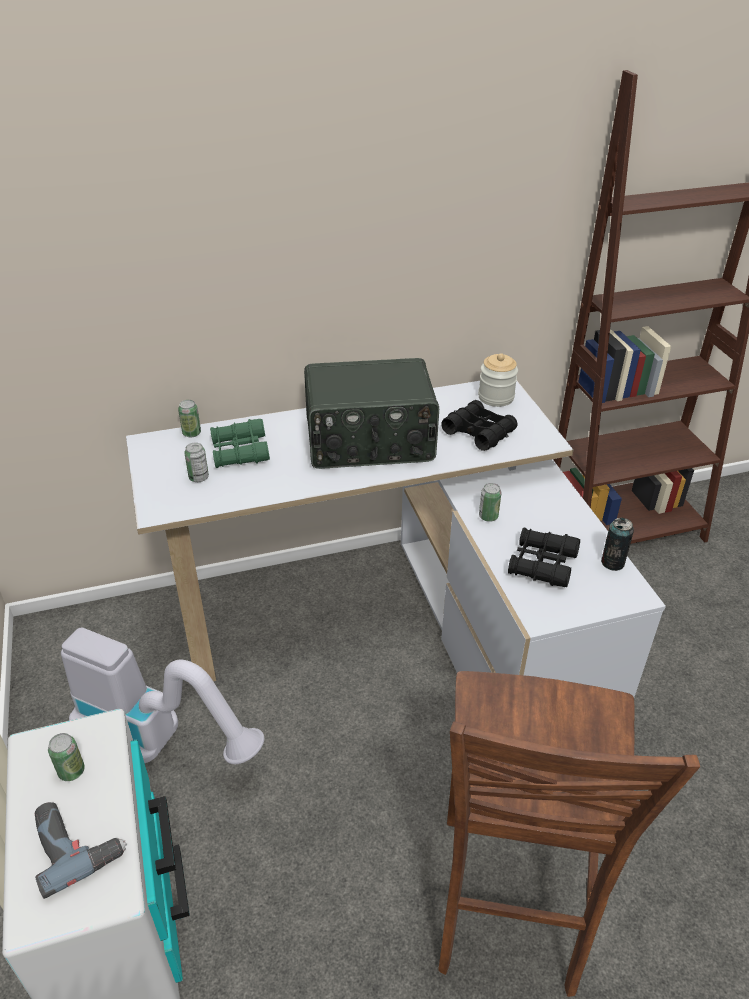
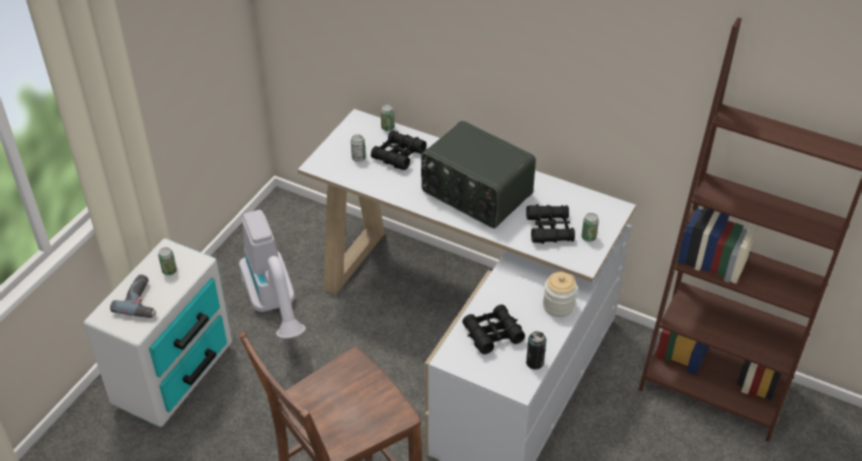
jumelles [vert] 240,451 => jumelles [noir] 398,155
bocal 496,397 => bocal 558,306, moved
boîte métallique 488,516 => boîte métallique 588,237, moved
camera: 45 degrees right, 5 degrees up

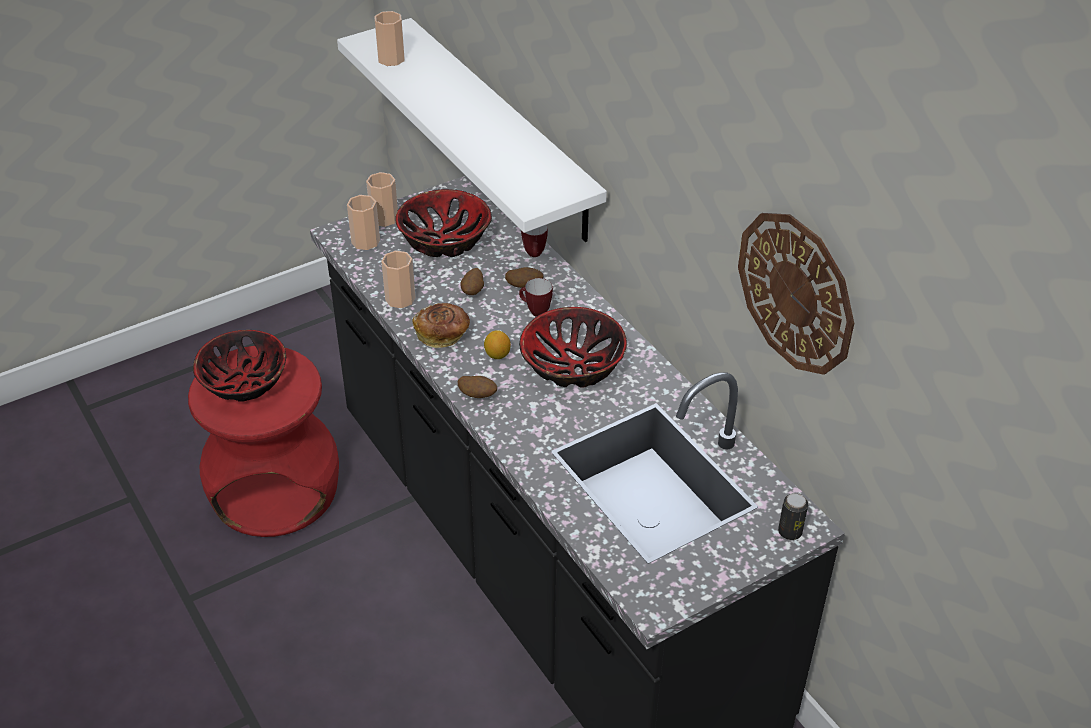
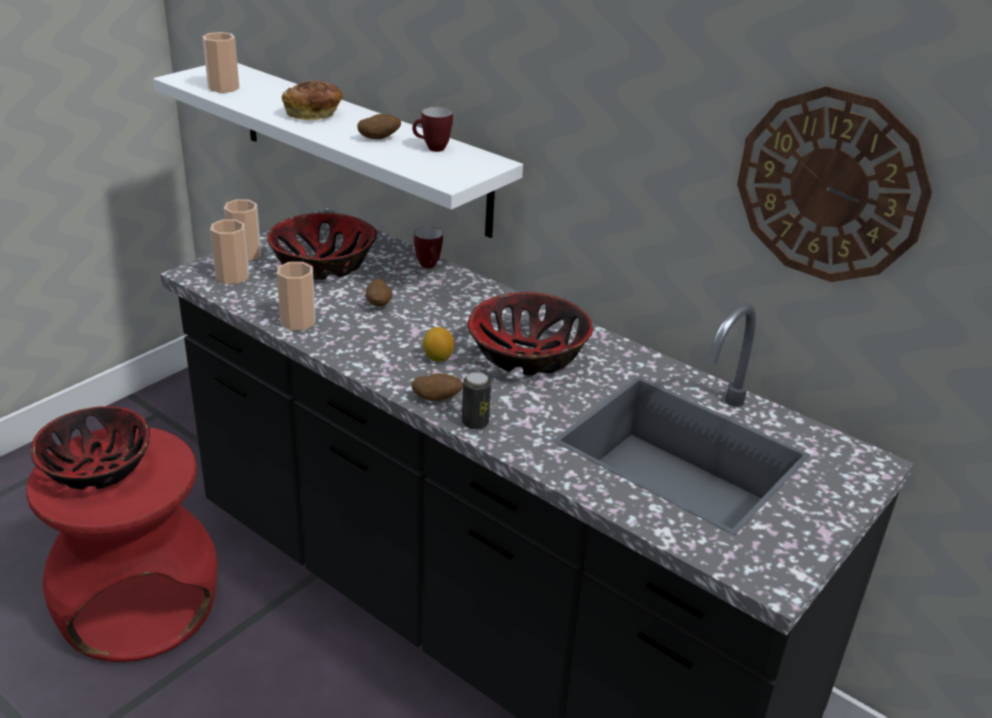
pain 443,335 => pain 314,114, moved
pomme de terre 524,286 => pomme de terre 379,139, moved
mug 534,311 => mug 431,148, moved
boîte métallique 790,532 => boîte métallique 475,422, moved
camera: 20 degrees left, 10 degrees down

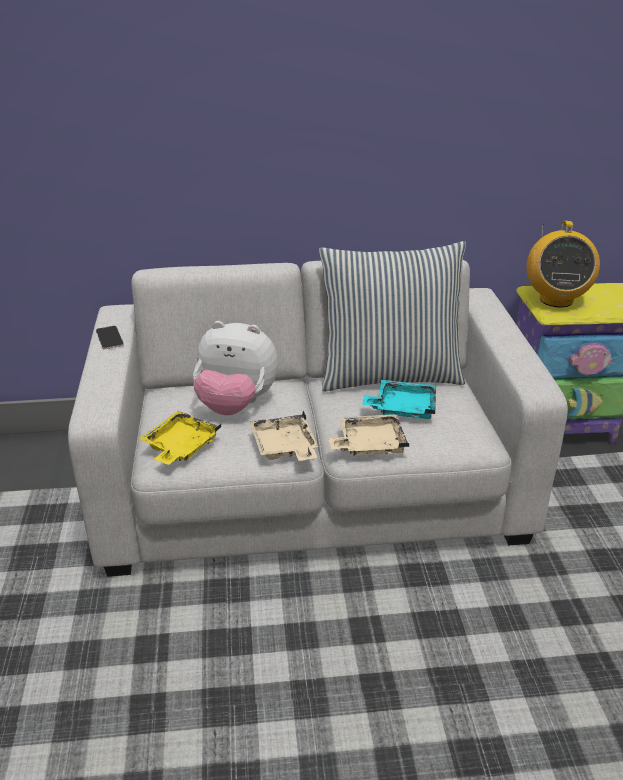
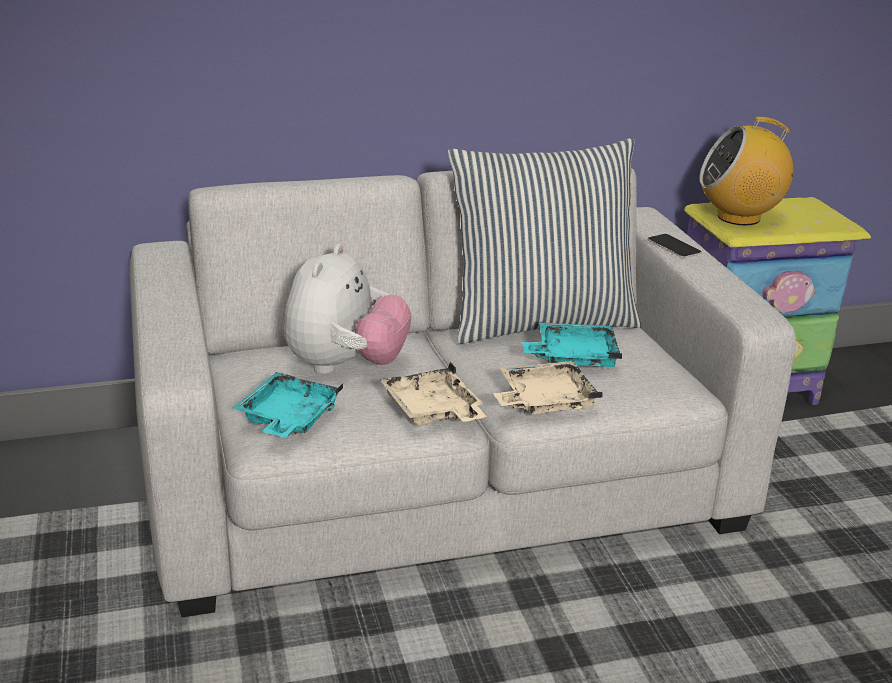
plateau [jaune] 180,447 => plateau [turquoise] 288,419
peluche 236,405 => peluche 345,366, 75 degrees counterclockwise
téléphone 109,338 => téléphone 674,247, moved
radio 556,299 => radio 739,217, 90 degrees clockwise
camera: 10 degrees left, 5 degrees down

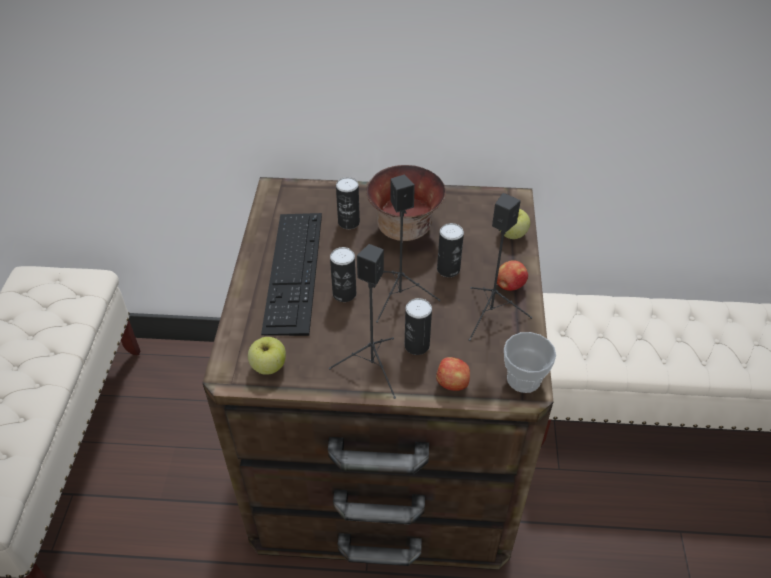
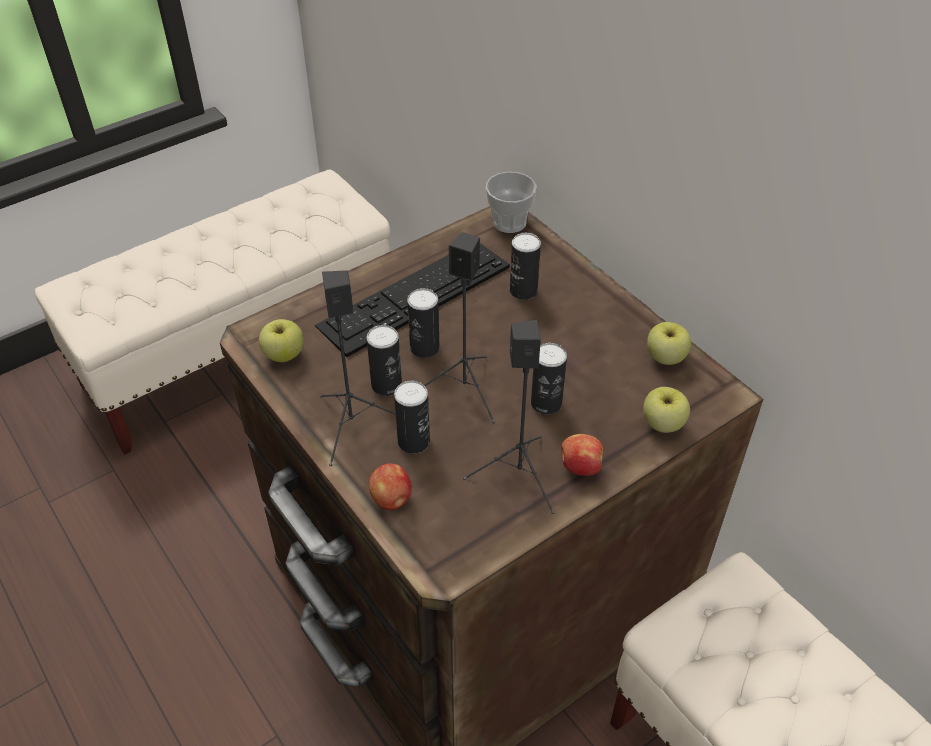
nothing => boîte métallique 386,385
tasse 523,379 => tasse 509,222, moved
nothing => pomme 665,357
bol 404,227 => nothing
camera: 50 degrees right, 0 degrees up

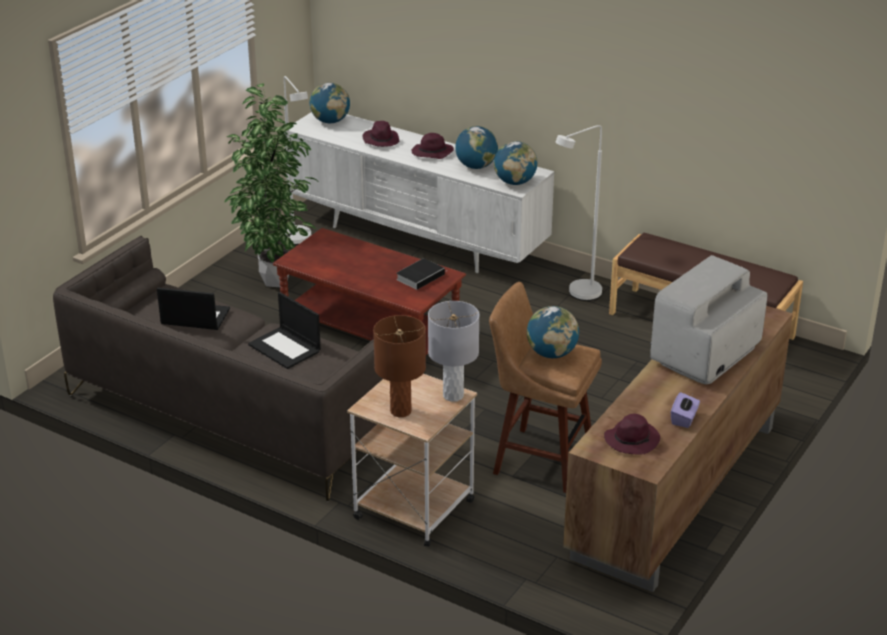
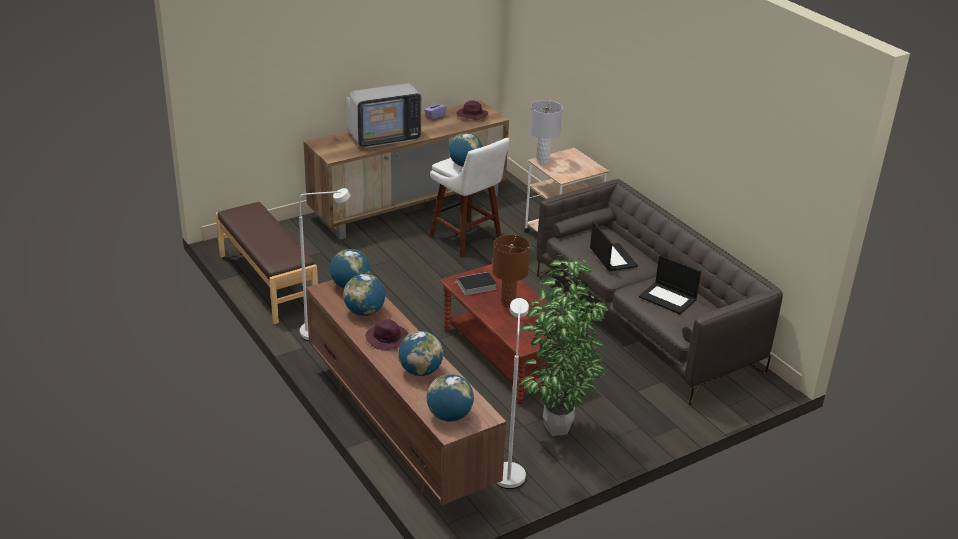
meuble de rangement [blanc] 418,240 => meuble de rangement [marron] 397,432
chapeau [violet] 381,140 => globe 420,371
tabouret [marron] 539,459 => tabouret [blanc] 467,240
lampe de table [marron] 400,411 => lampe de table [marron] 508,303, moved
camera: 155 degrees left, 0 degrees up

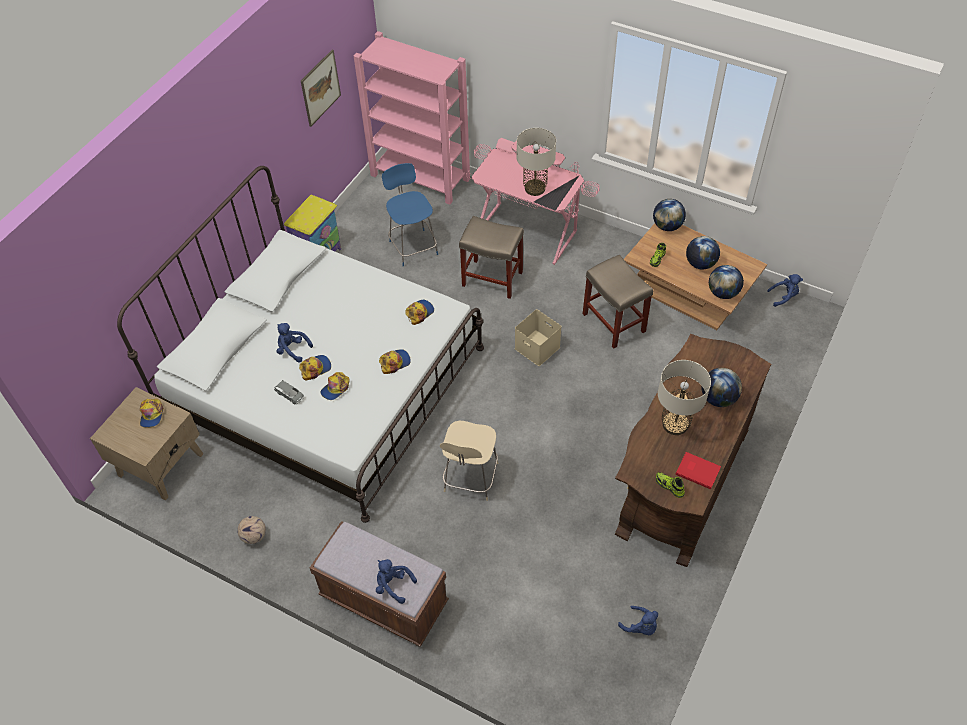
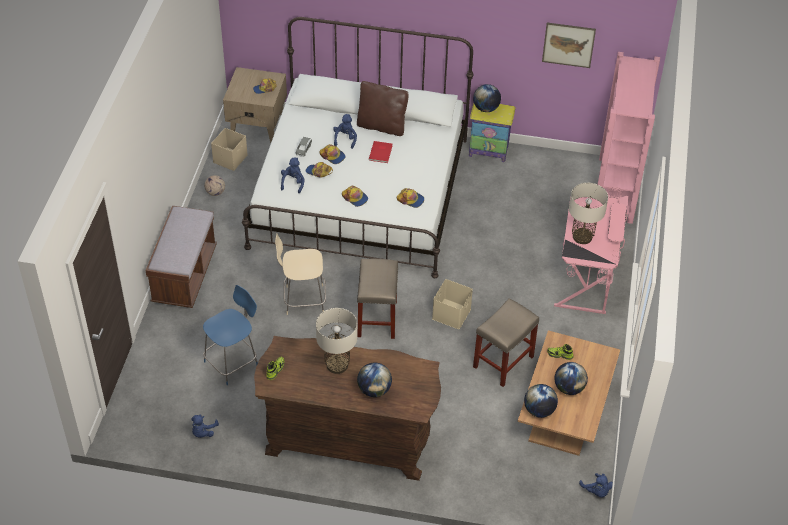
chaise [bleu] 413,246 => chaise [bleu] 232,362, moved
nothing => boîte de rangement [beige] 230,159
peluche [bleu] 393,585 => peluche [bleu] 293,183, moved
nothing => coussin [marron] 381,126
tabouret [beige] 491,279 => tabouret [beige] 377,318, moved
livre [rouge] 697,470 => livre [rouge] 381,152, moved
globe 667,226 => globe 486,108, moved
camera: 70 degrees right, 5 degrees down

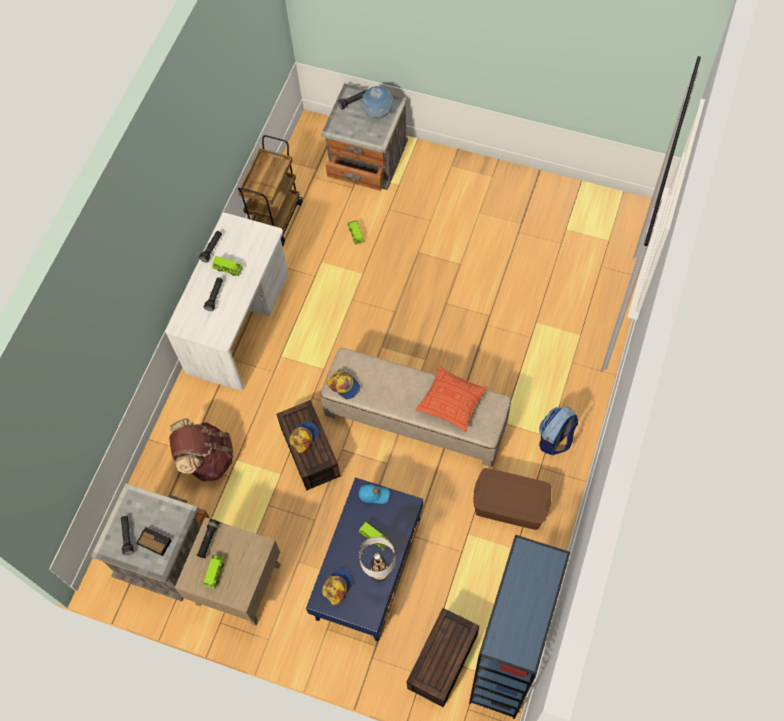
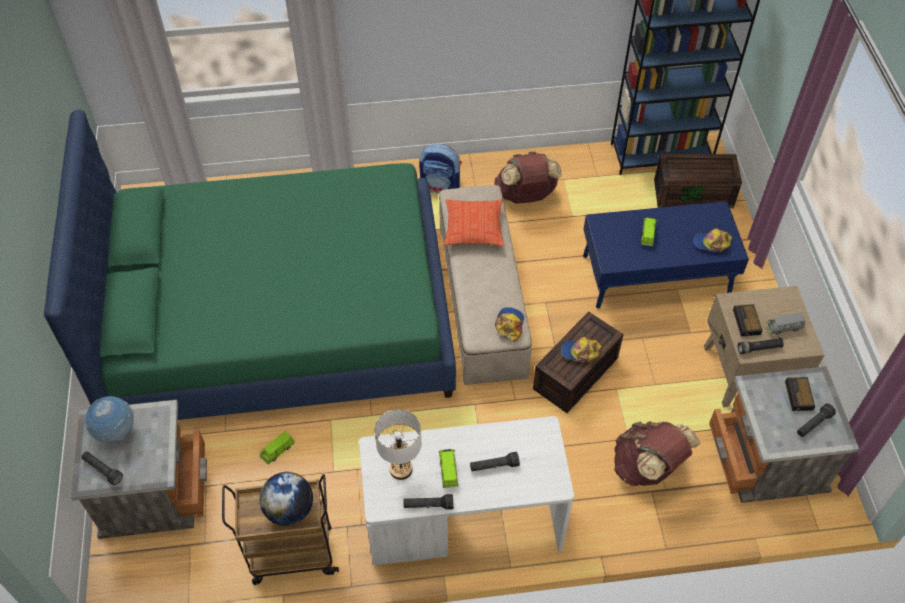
nothing => lit [vert] 279,319
nothing => globe 289,509
lampe de table 379,572 => lampe de table 401,469, moved
boîte de rangement [marron] 510,505 => sac à dos [marron] 525,196
nothing => réveil 746,322
petite voiture [vert] 215,572 => petite voiture [gris] 783,327
casquette [bleu] 374,495 => nothing
camera: 120 degrees left, 10 degrees down

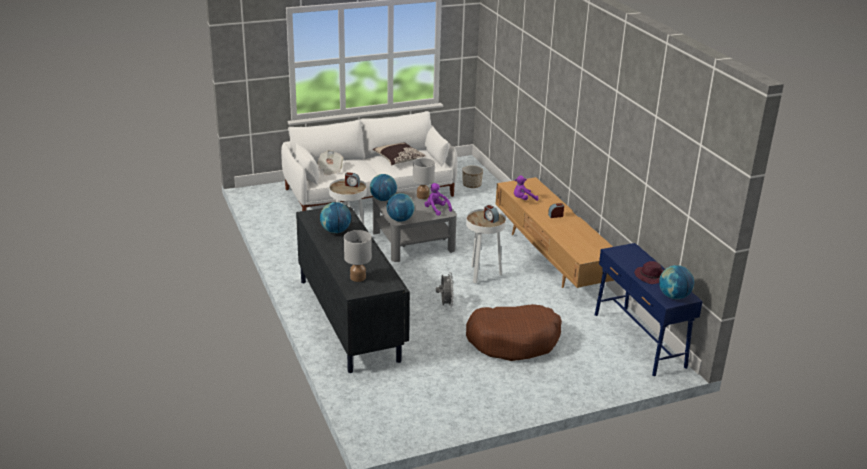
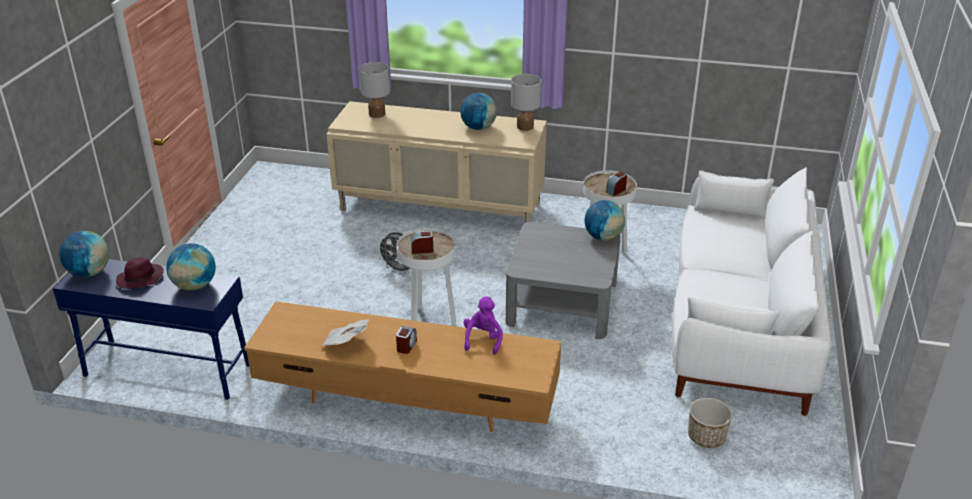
globe 400,219 => globe 195,286, moved
journal 330,169 => journal 346,343, moved
meuble de rangement [noir] 350,318 => meuble de rangement [beige] 440,208
lampe de table [gris] 423,196 => lampe de table [gris] 525,127, moved
coussin 398,159 => nothing
peluche [violet] 436,209 => nothing
panier pour chien [marron] 513,340 => nothing
camera: 125 degrees right, 5 degrees up

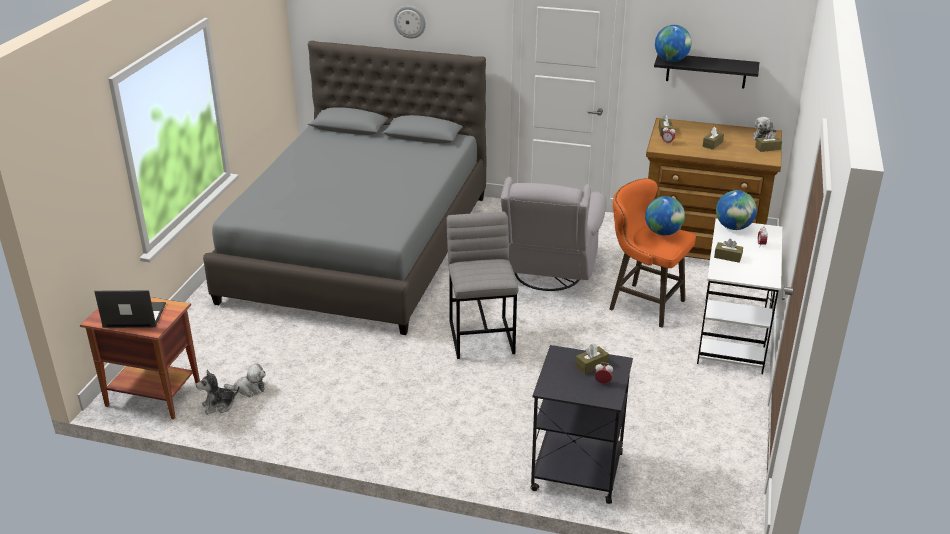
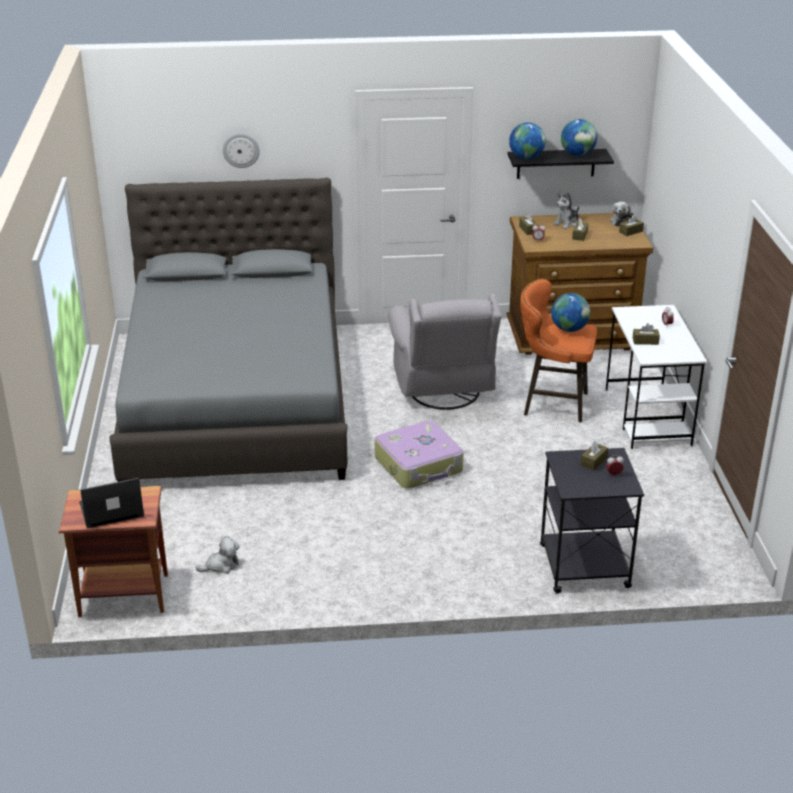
chaise [gris] 481,336 => valise 419,465
peluche 219,405 => peluche 566,223, moved
globe 733,227 => globe 577,155, moved
camera: 20 degrees left, 0 degrees up

